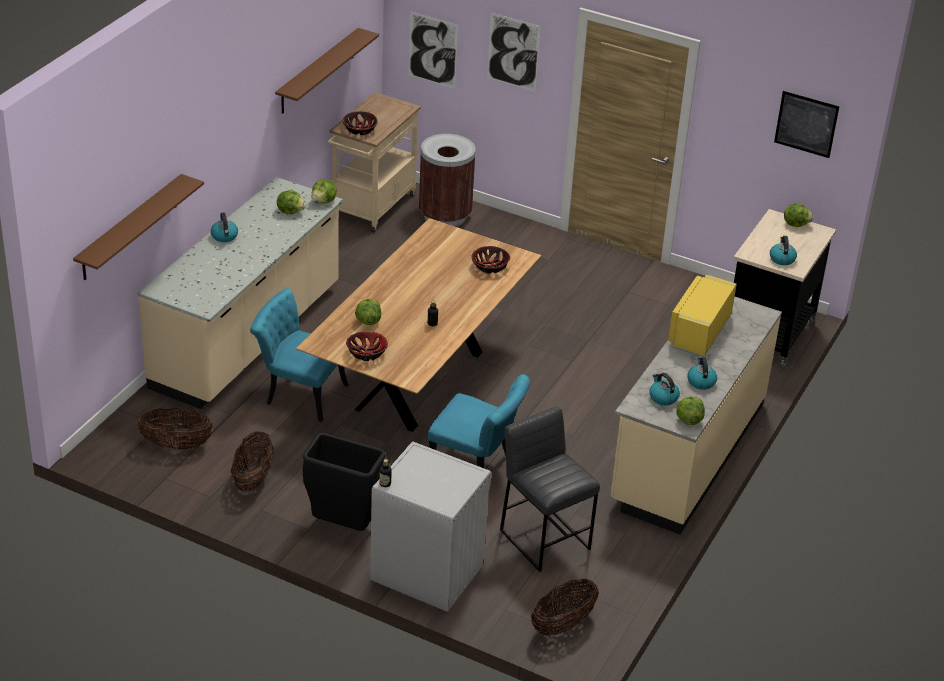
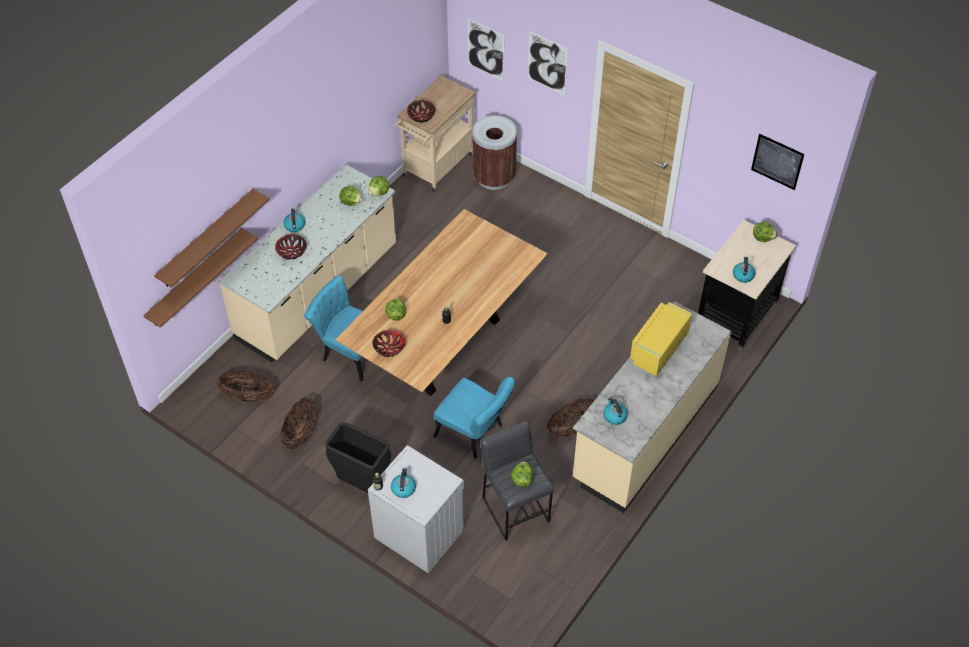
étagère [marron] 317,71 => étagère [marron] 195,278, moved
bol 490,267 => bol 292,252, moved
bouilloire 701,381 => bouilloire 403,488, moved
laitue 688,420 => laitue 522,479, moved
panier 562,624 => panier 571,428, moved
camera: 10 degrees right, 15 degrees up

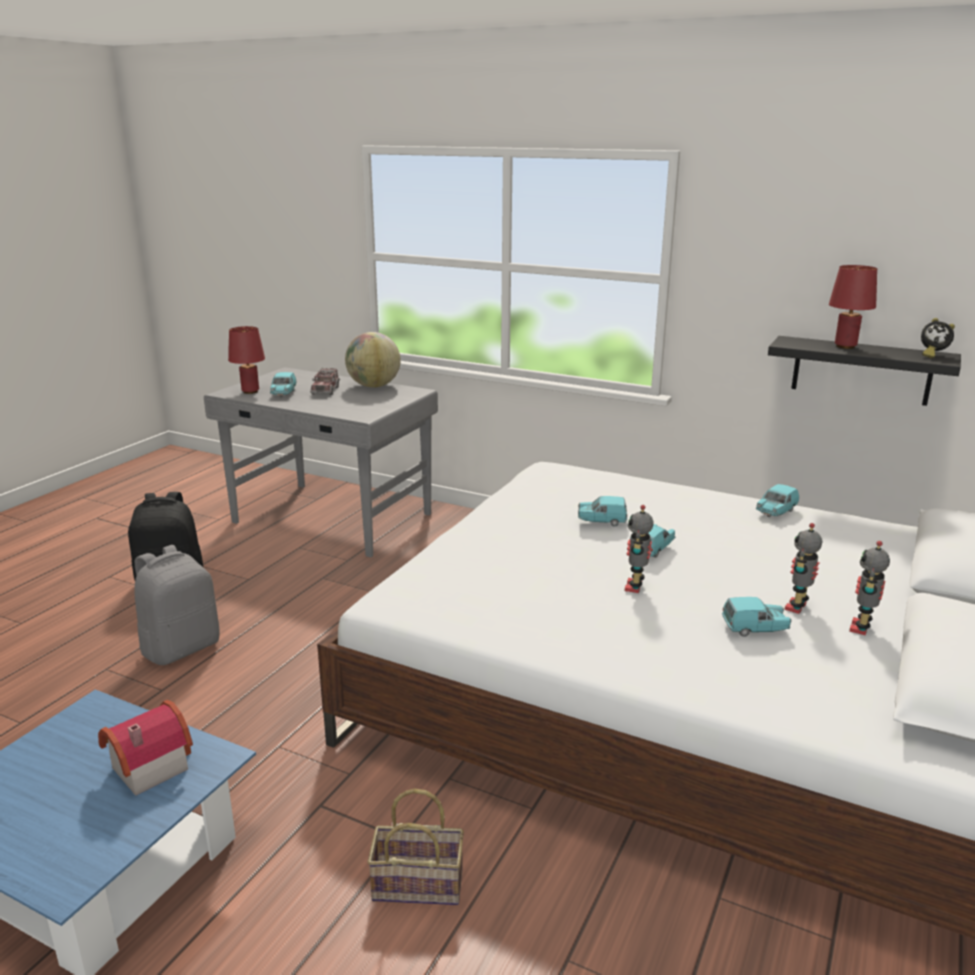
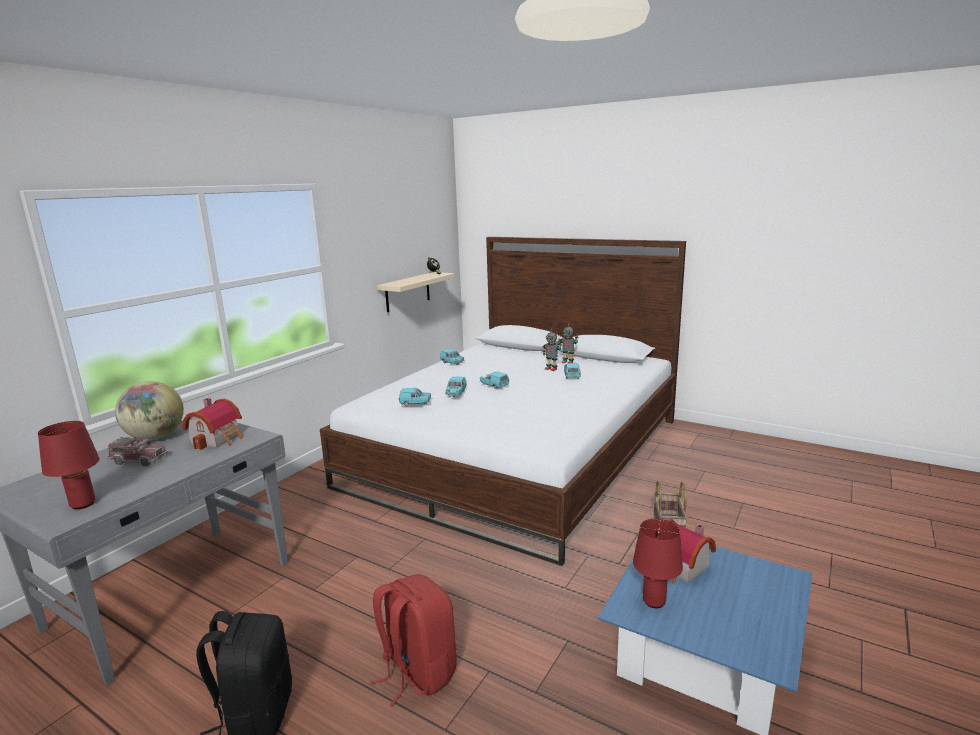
nothing => maison miniature 219,439
sac à dos [gris] 181,648 => sac à dos [rouge] 417,672
étagère [noir] 861,370 => étagère [beige] 407,292
petite voiture [turquoise] 283,393 => petite voiture [turquoise] 415,403, moved
lampe de table [rouge] 846,346 => lampe de table [rouge] 654,601, moved
robot jouet 635,587 => nothing
camera: 85 degrees left, 5 degrees down

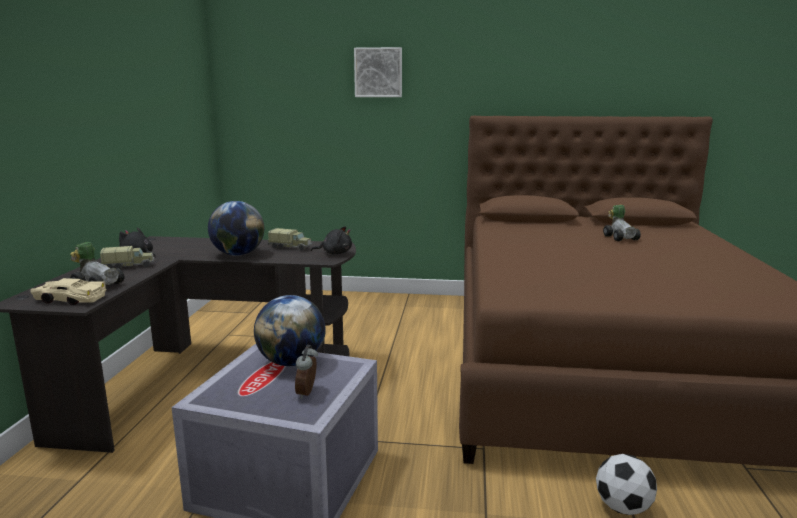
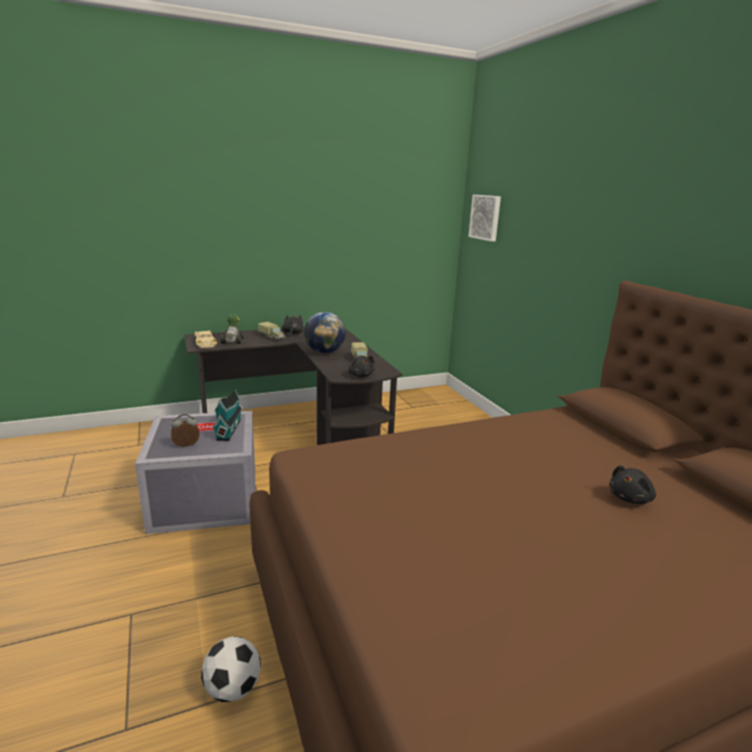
globe 291,362 => maison miniature 229,429
tableau 378,72 => tableau 486,217, moved
petite voiture 620,237 => peluche [noir] 630,498
camera: 60 degrees right, 5 degrees up

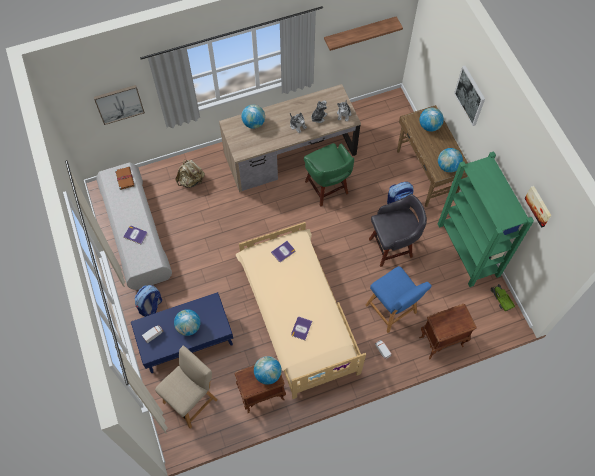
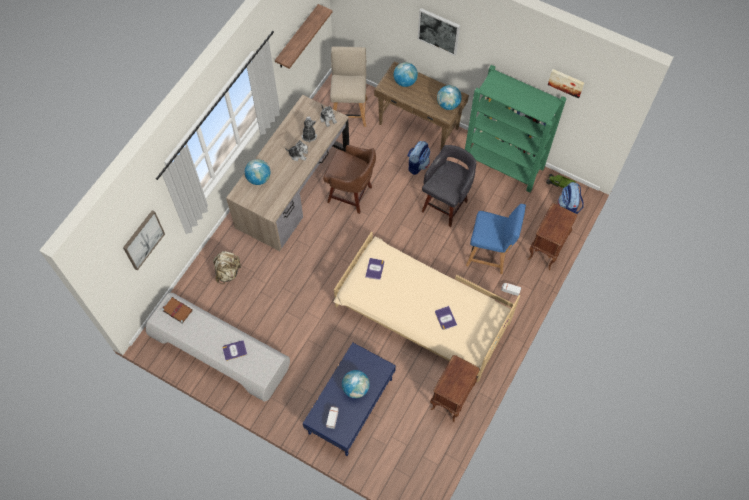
tabouret [vert] 327,189 => tabouret [marron] 351,195
chaise [beige] 192,399 => chaise [beige] 349,110, moved
sac à dos 151,306 => sac à dos 568,207, moved
globe 268,374 => nothing
camera: 40 degrees left, 0 degrees up

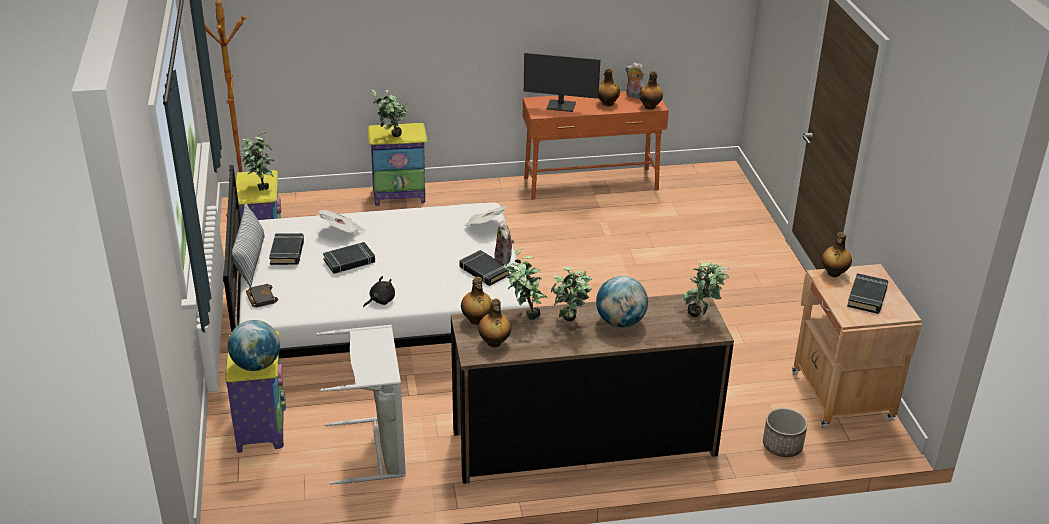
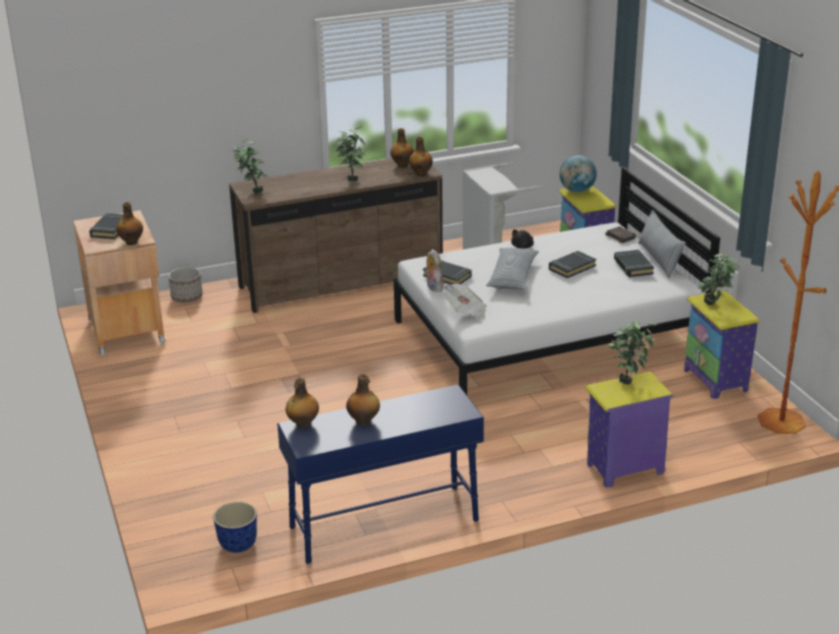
nothing => cache-pot 237,544
table console [orange] 591,184 => table console [bleu] 383,523
nothing => coussin 512,277
journal 342,232 => nothing
plante en pot 524,315 => nothing
écran d'ordinateur 561,106 => nothing
globe 620,322 => nothing
peluche 633,96 => nothing
camera: 170 degrees right, 5 degrees down

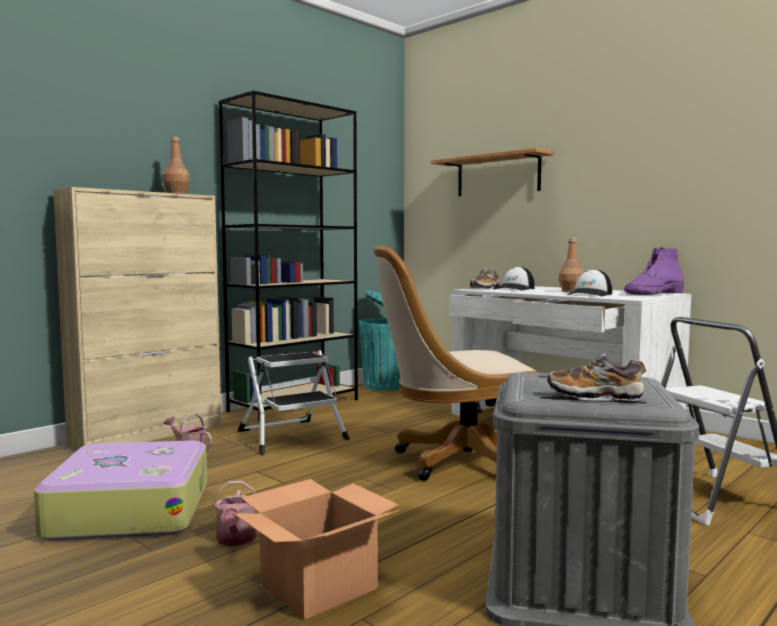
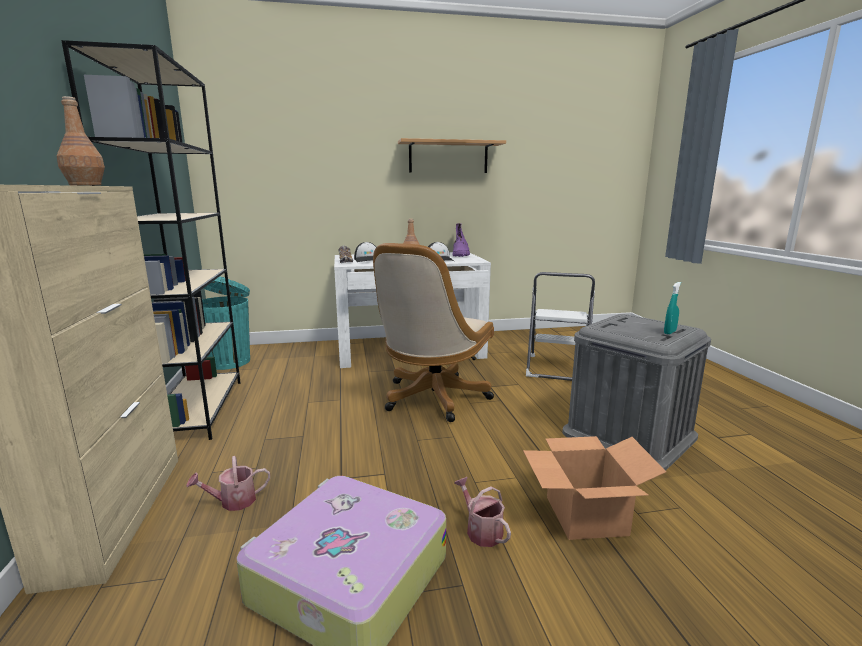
étagère 498,175 => étagère 448,157, moved
arrosoir 236,540 => arrosoir 481,530, 150 degrees counterclockwise
chaussure 594,396 => vaporisateur [turquoise] 669,332
escabeau 290,436 => nothing
camera: 55 degrees left, 10 degrees up

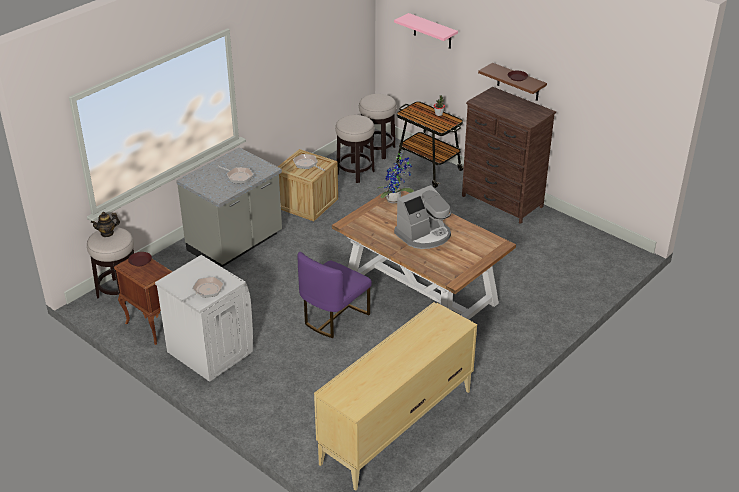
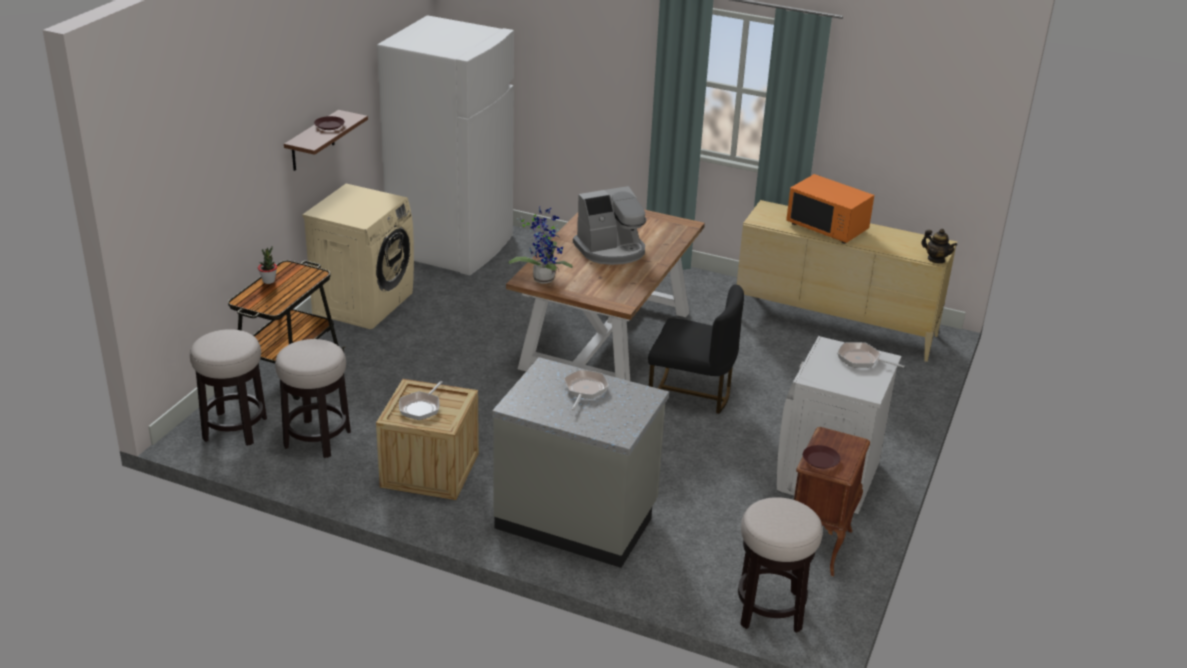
commode [marron] 501,202 => lave-linge [beige] 363,305
nothing => réfrigérateur [blanc] 452,245
machine à café 424,235 => machine à café 611,250, 120 degrees clockwise
chaise [violet] 334,317 => chaise [noir] 691,394
nothing => micro-ondes [orange] 827,227
théière 107,233 => théière 936,259, moved
étagère [rose] 432,31 => nothing
camera: 110 degrees left, 5 degrees down

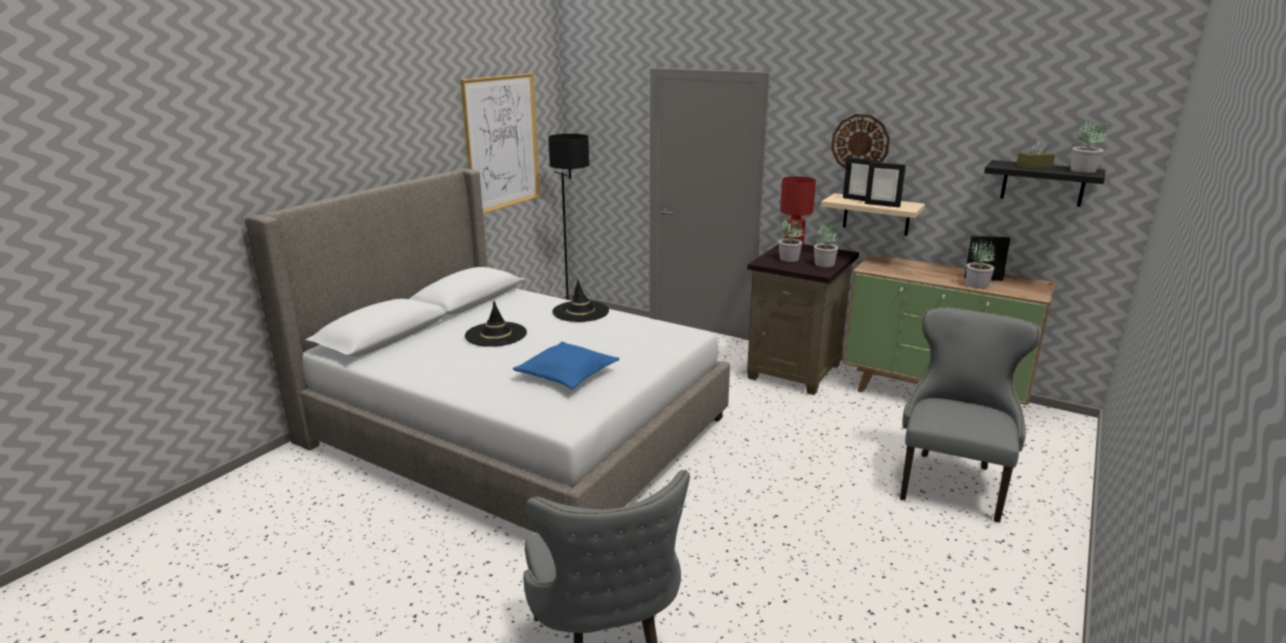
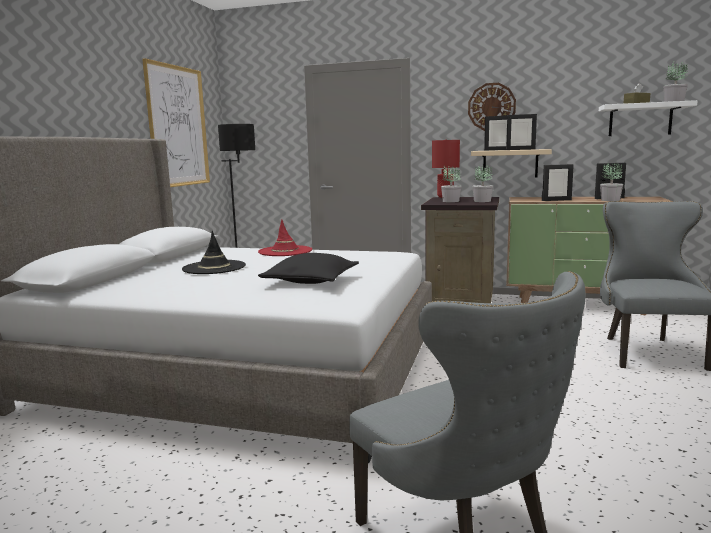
chapeau [noir] 580,312 => chapeau [rouge] 285,251
coussin [bleu] 567,375 => coussin [noir] 311,281
nothing => cadre photo 556,200
étagère [noir] 1043,183 => étagère [blanc] 640,120
camera: 15 degrees left, 10 degrees down

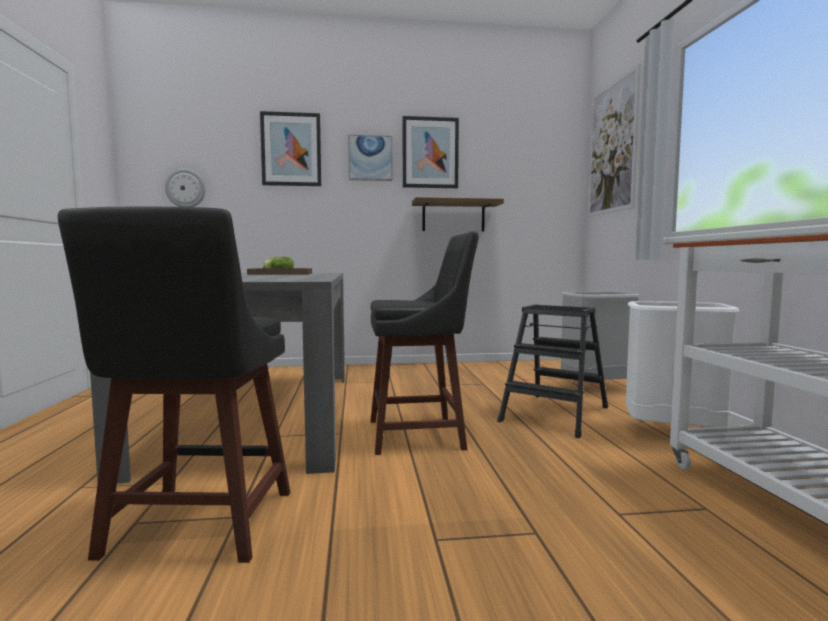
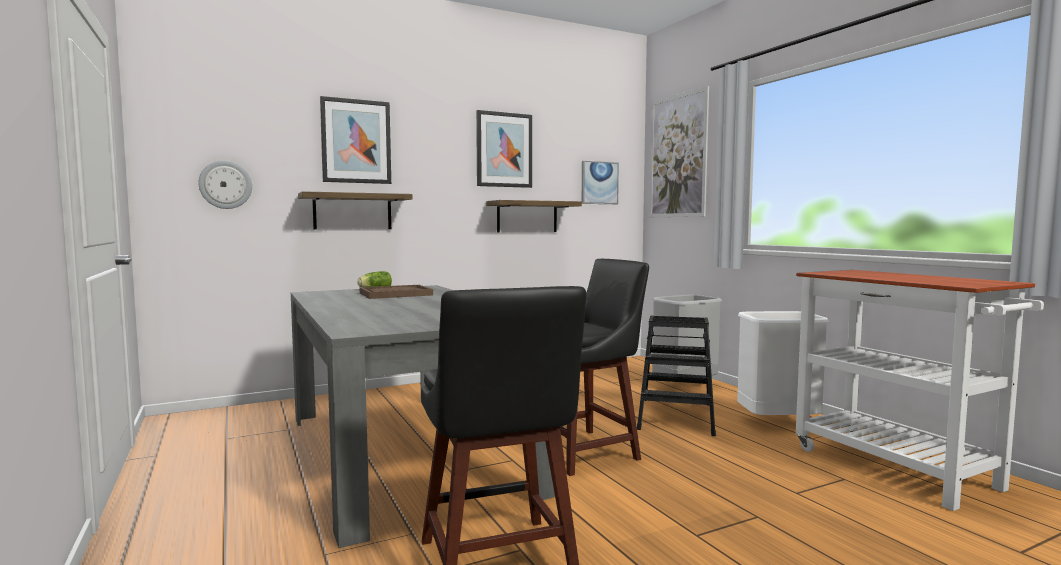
nothing => étagère 352,211
tableau 370,158 => tableau 599,183, moved
camera: 20 degrees left, 0 degrees up

